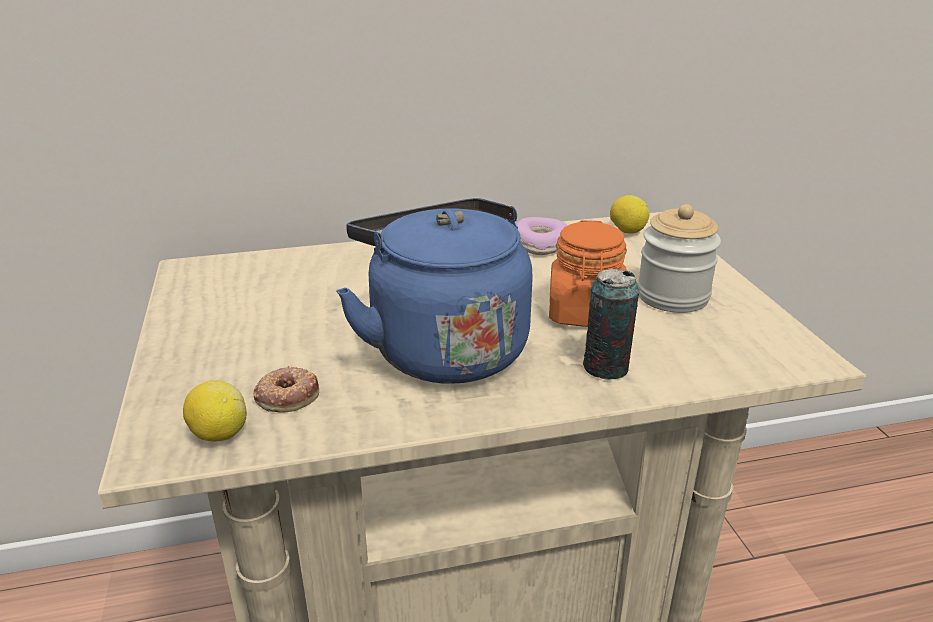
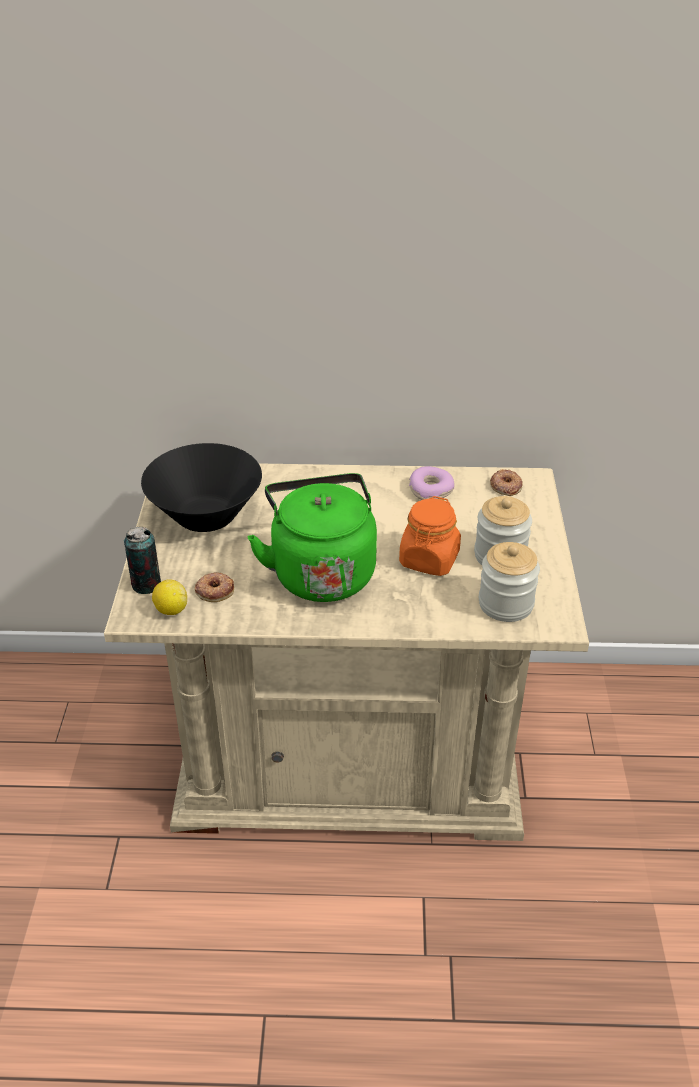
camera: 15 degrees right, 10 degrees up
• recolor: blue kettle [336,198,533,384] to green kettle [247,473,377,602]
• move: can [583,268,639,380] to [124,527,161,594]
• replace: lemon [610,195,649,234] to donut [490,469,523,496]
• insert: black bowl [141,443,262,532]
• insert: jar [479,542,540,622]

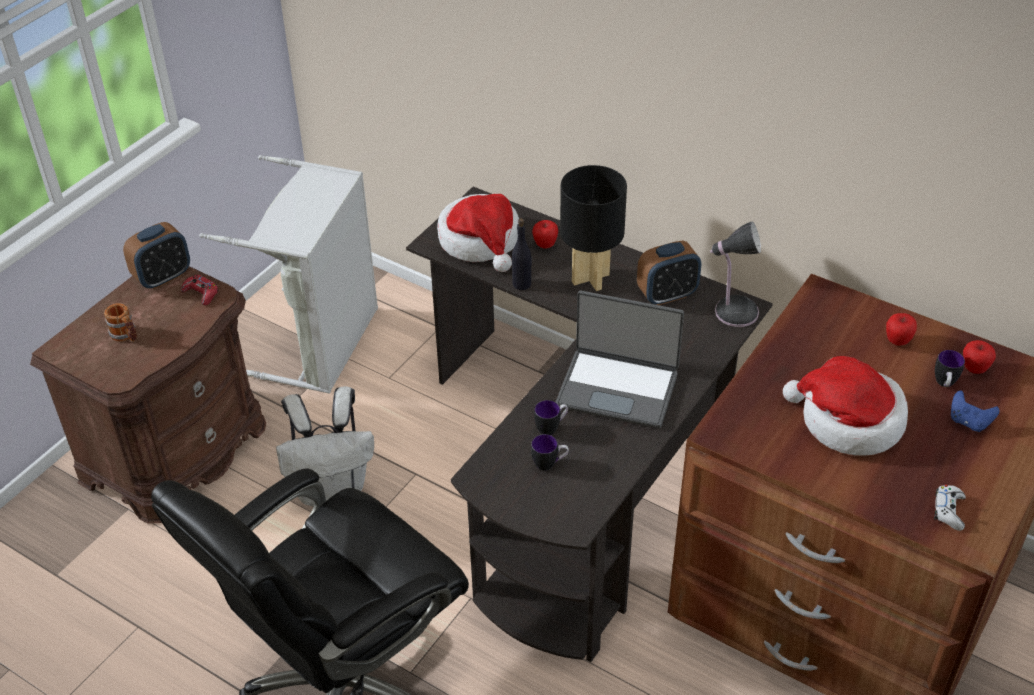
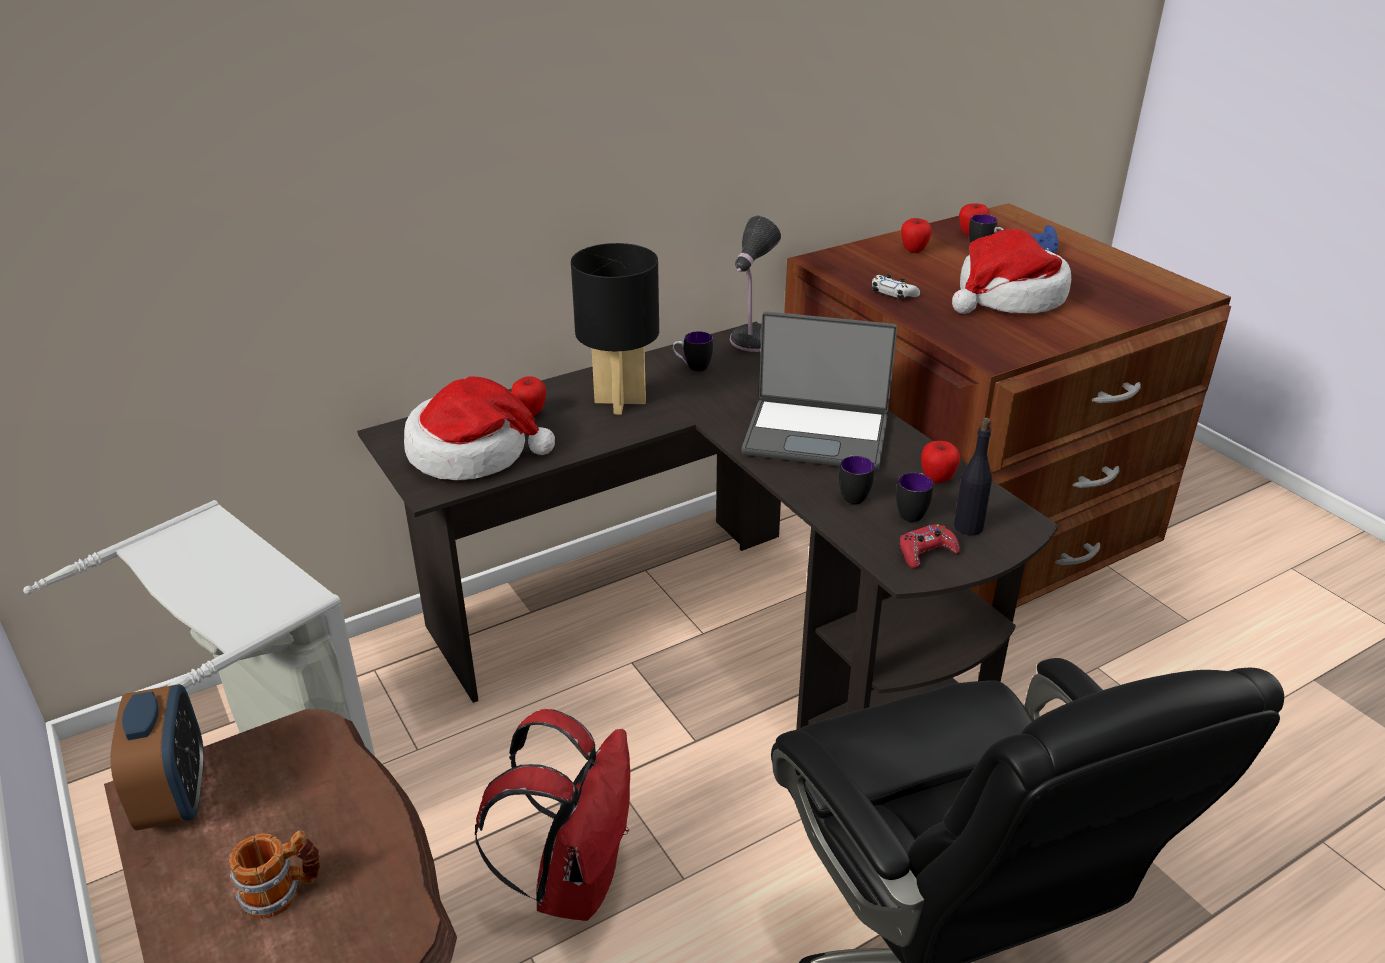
camera: 65 degrees left, 10 degrees down
• move: red game controller [181,275,218,305] to [899,524,960,569]
• recolor: white backpack [276,386,374,506] to red backpack [475,709,630,921]
• move: black bottle [512,218,532,290] to [954,418,992,536]
• rotate: laptop [556,291,684,428] = [742,311,898,471] 60 degrees clockwise
• replace: alarm clock [637,241,701,305] to mug [673,331,713,372]
• move: white game controller [934,485,966,531] to [872,274,920,300]
• insert: apple [921,441,960,483]

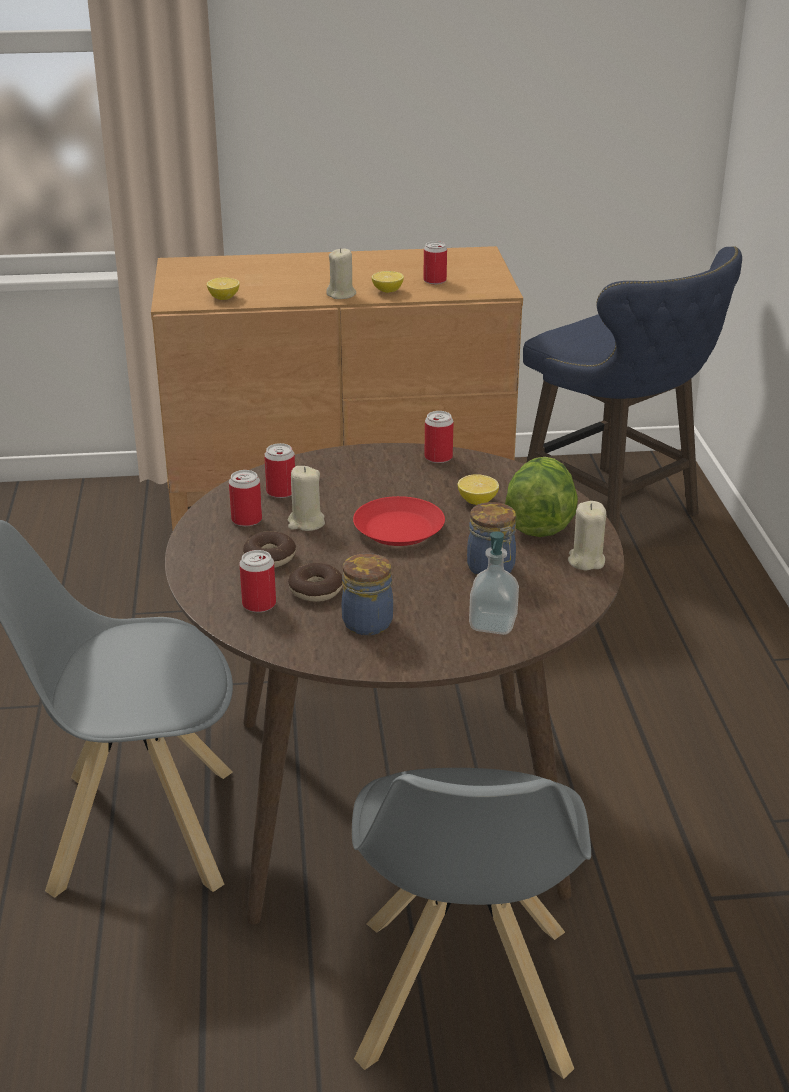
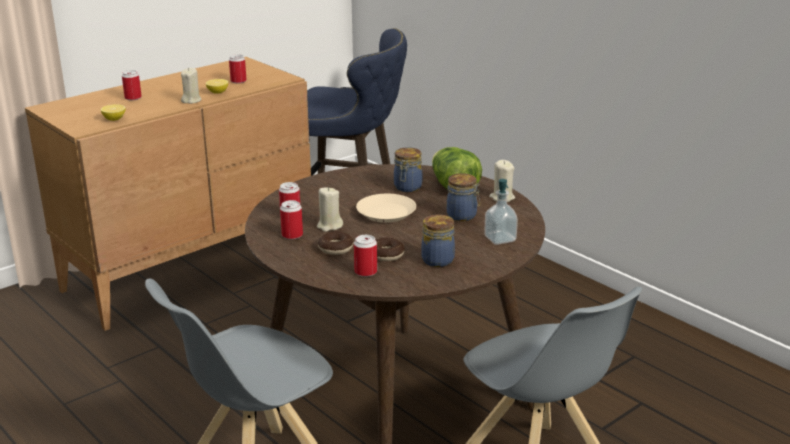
camera: 35 degrees left, 5 degrees down
• recolor: red plate [353,496,445,546] to beige plate [356,194,416,223]
• move: can [424,411,454,463] to [122,70,142,100]
• replace: lemon [458,474,499,505] to jar [394,147,422,192]

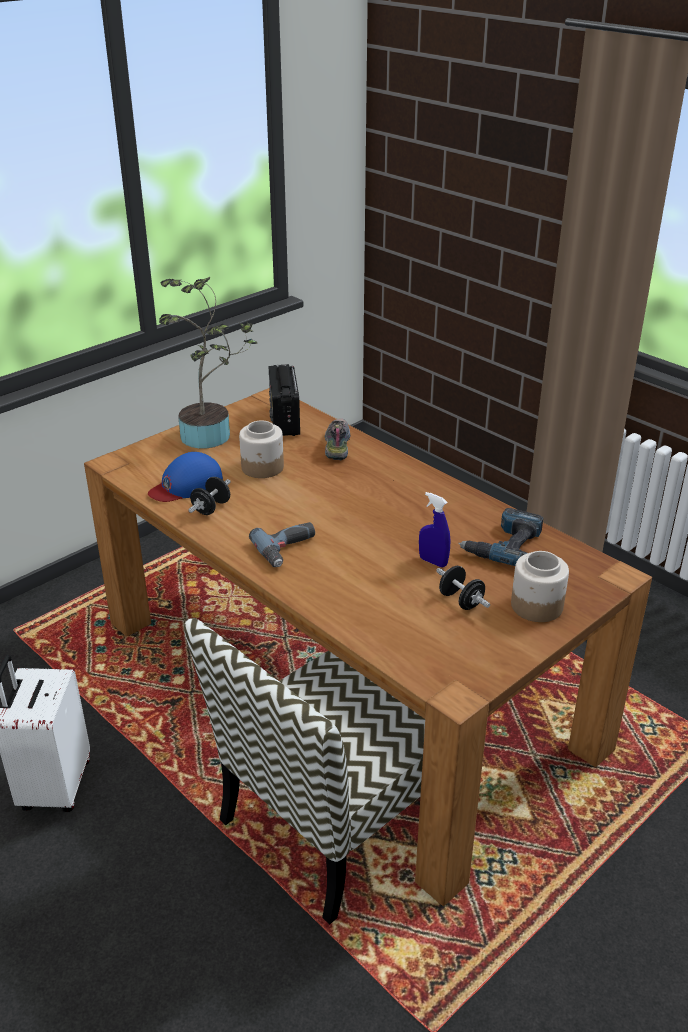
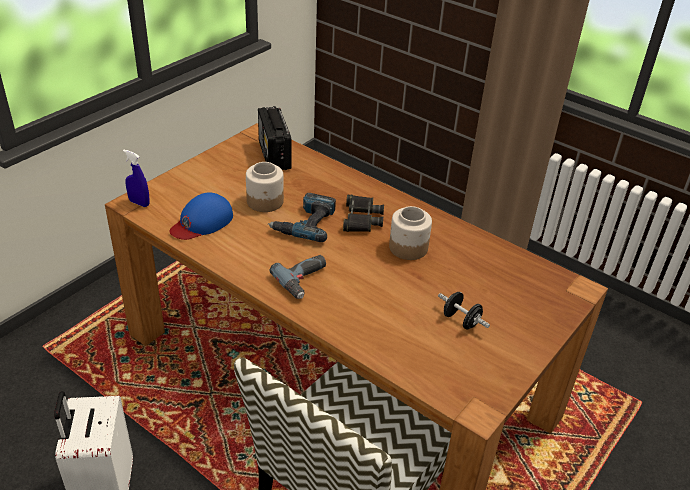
camera: 10 degrees left, 5 degrees up
• delete: potted plant [159,277,257,448]
• delete: black dumbbell [188,477,230,515]
• delete: shoe [325,419,351,460]
• move: blue spray bottle [419,492,450,567] to [123,150,150,207]
• move: power drill [458,508,543,566] to [268,193,336,242]
• move: jar [511,551,569,622] to [389,206,432,260]
• insert: black binoculars [343,195,384,232]

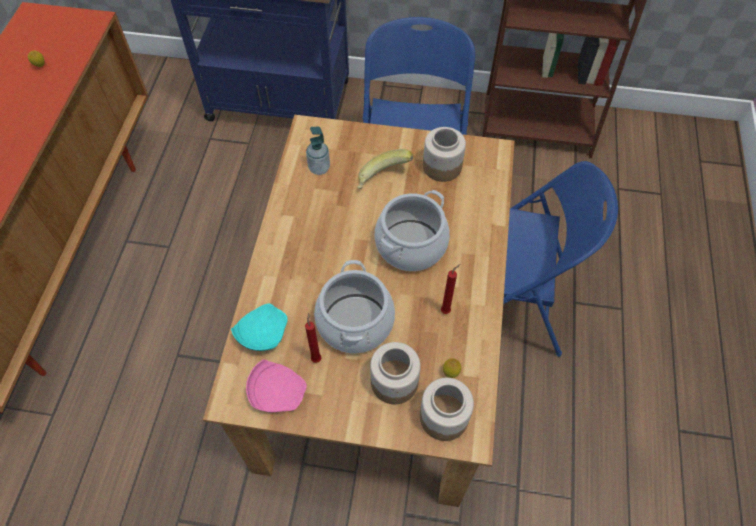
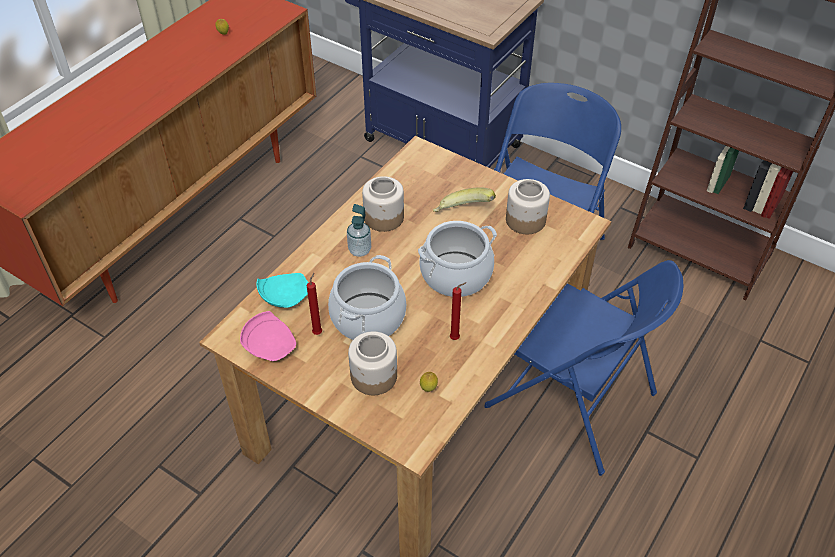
camera: 25 degrees right, 10 degrees down
• move: soap dispenser [306,127,330,175] to [347,204,371,257]
• move: jar [420,378,474,441] to [362,176,404,232]

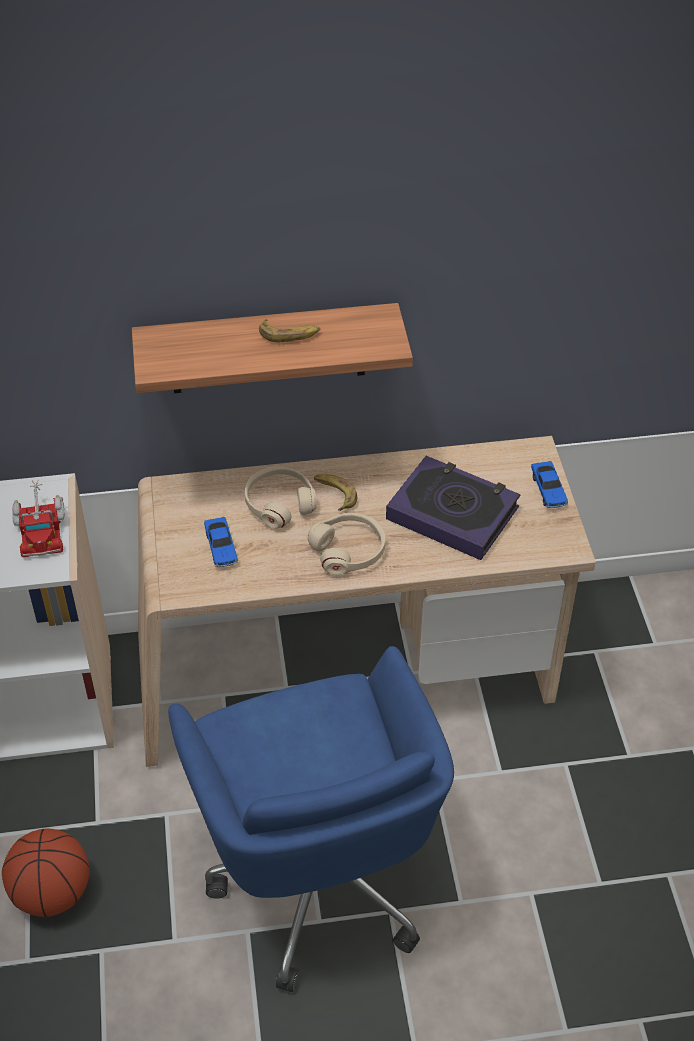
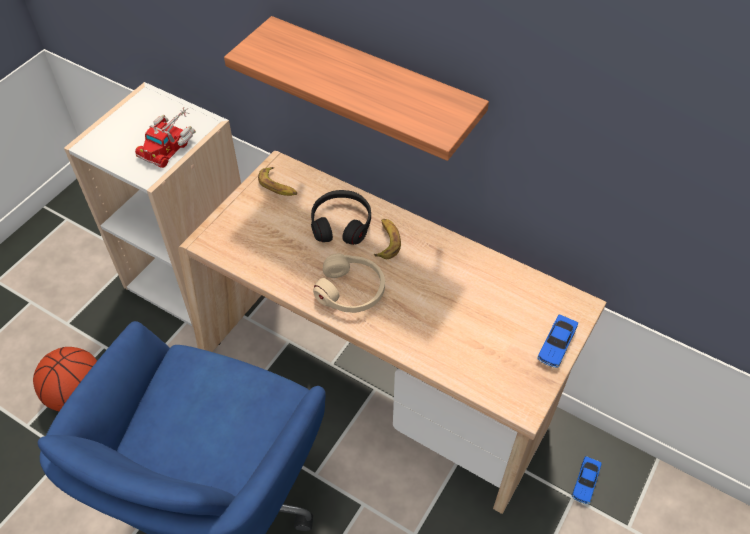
camera: 40 degrees right, 5 degrees up
• move: toy car [204,517,238,567] to [572,456,602,504]
• recolor: beige headphones [245,466,317,528] to black headphones [311,190,371,245]
• move: banana [259,319,320,342] to [258,167,297,196]
• delete: book [386,456,521,560]

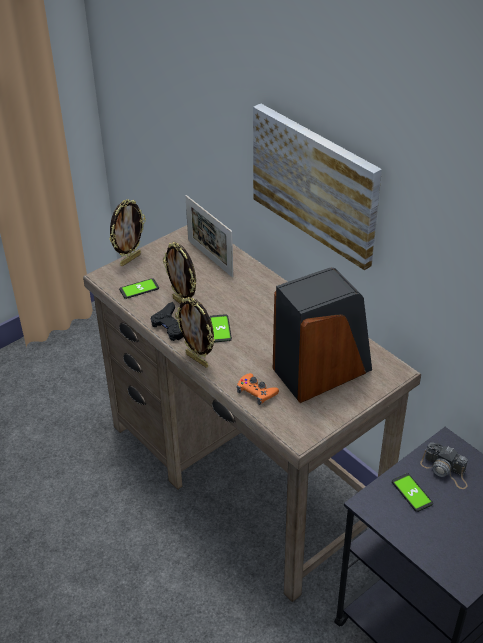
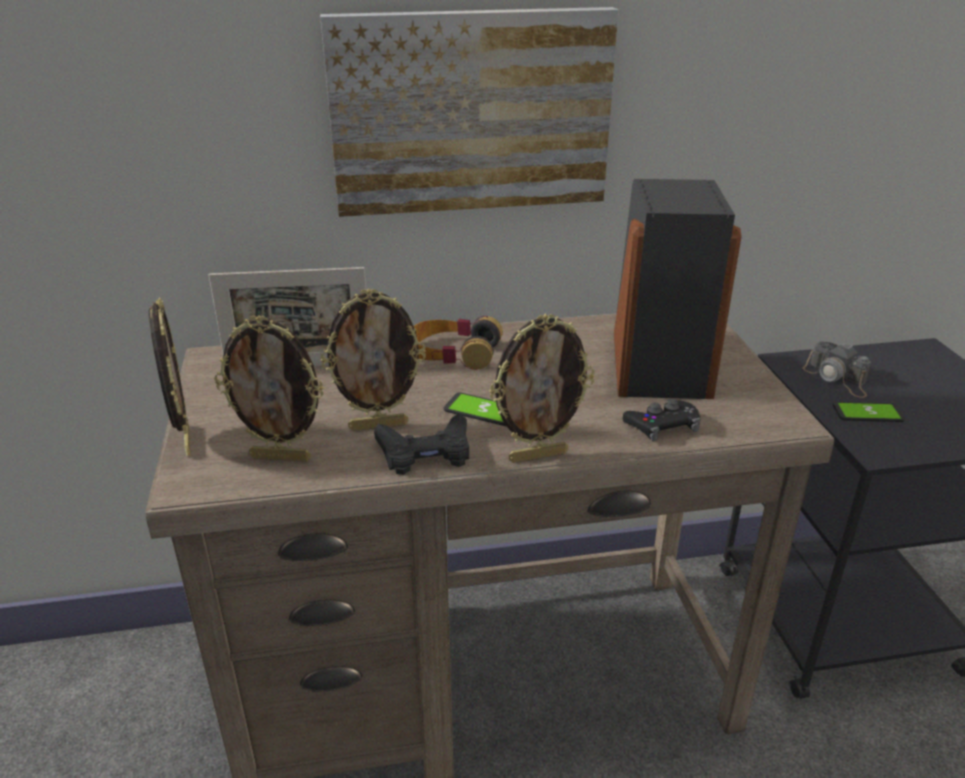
camera: 60 degrees left, 10 degrees down
• replace: phone [119,278,159,299] to picture frame [214,315,324,462]
• recolor: orange game controller [237,373,279,405] to black game controller [623,399,701,442]
• rotate: photo camera [420,443,468,489] = [802,341,871,398] 75 degrees clockwise
• insert: headphones [414,316,503,370]

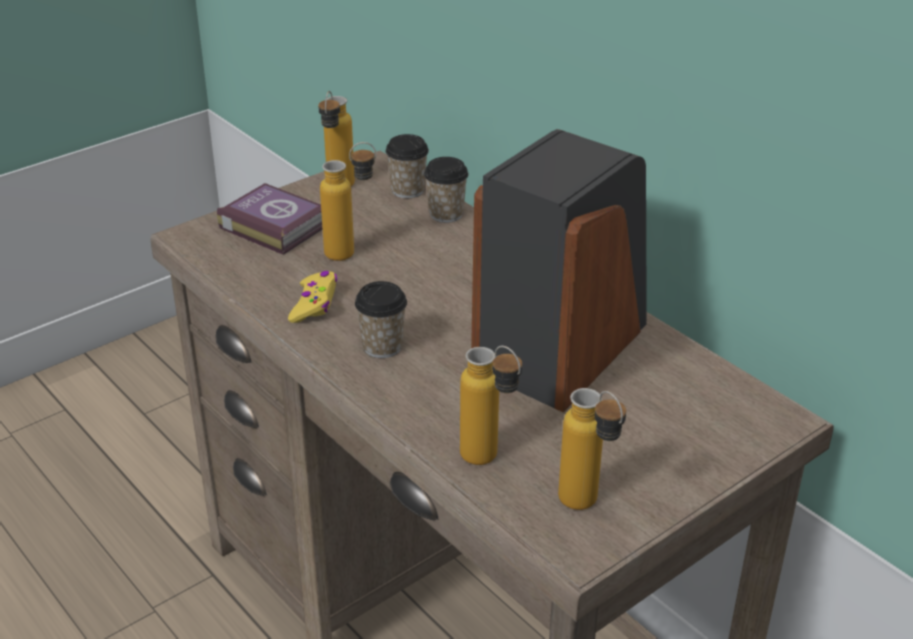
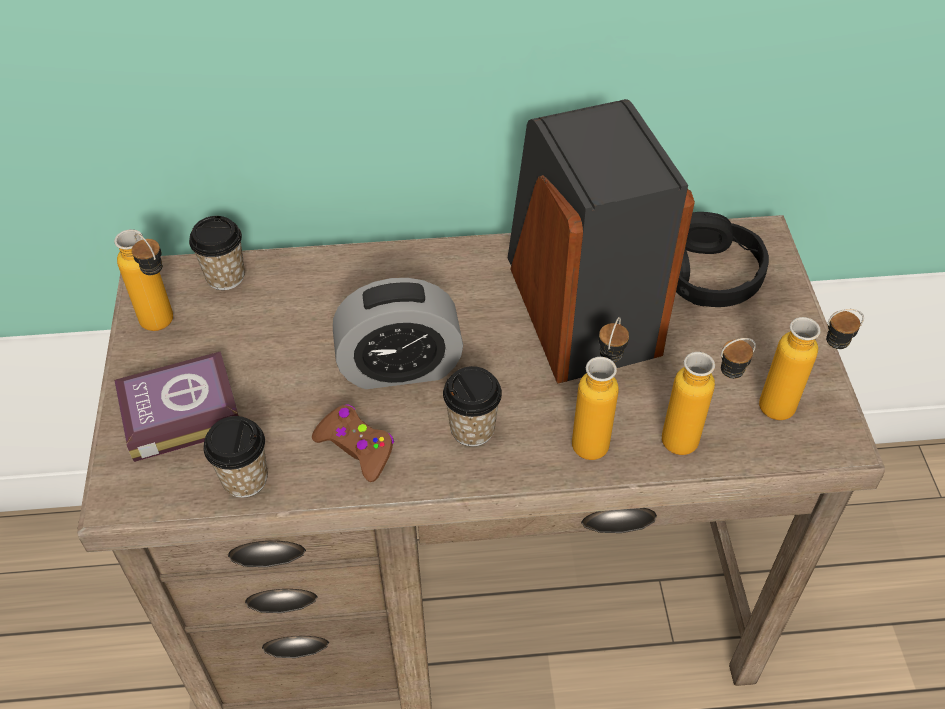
camera: 55 degrees left, 15 degrees up
• recolor: yellow game controller [288,271,337,323] to brown game controller [312,405,394,482]
• move: bottle [320,142,376,261] to [572,317,629,460]
• move: cup [424,157,468,223] to [203,416,268,498]
• insert: alarm clock [333,278,463,389]
• insert: black headphones [676,212,769,307]

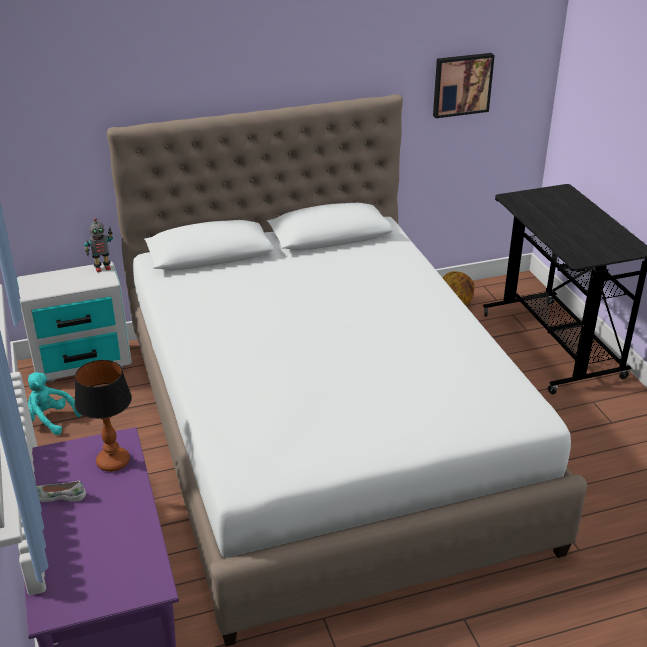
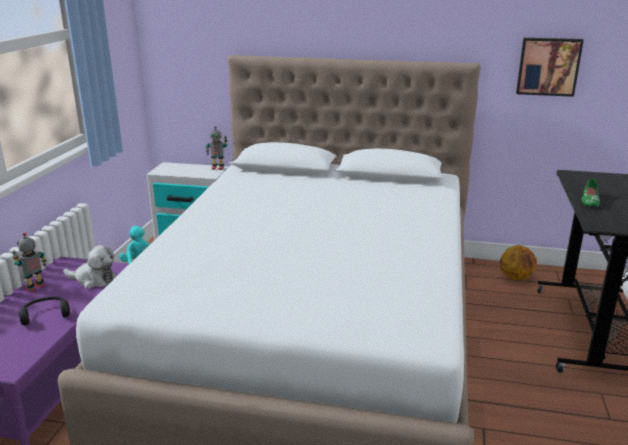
camera: 30 degrees right, 10 degrees down
• replace: white shoe [37,481,86,502] to toy robot [13,233,46,292]
• replace: table lamp [74,360,132,472] to plush toy [63,245,116,289]
• insert: black headphones [19,297,70,325]
• insert: green shoe [582,178,600,207]

